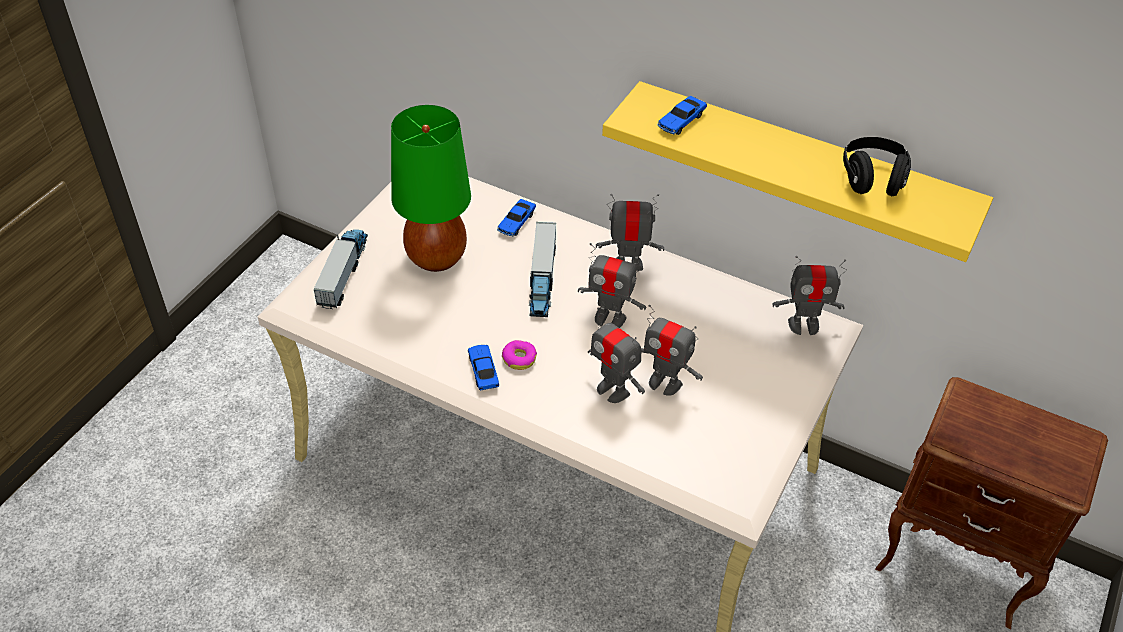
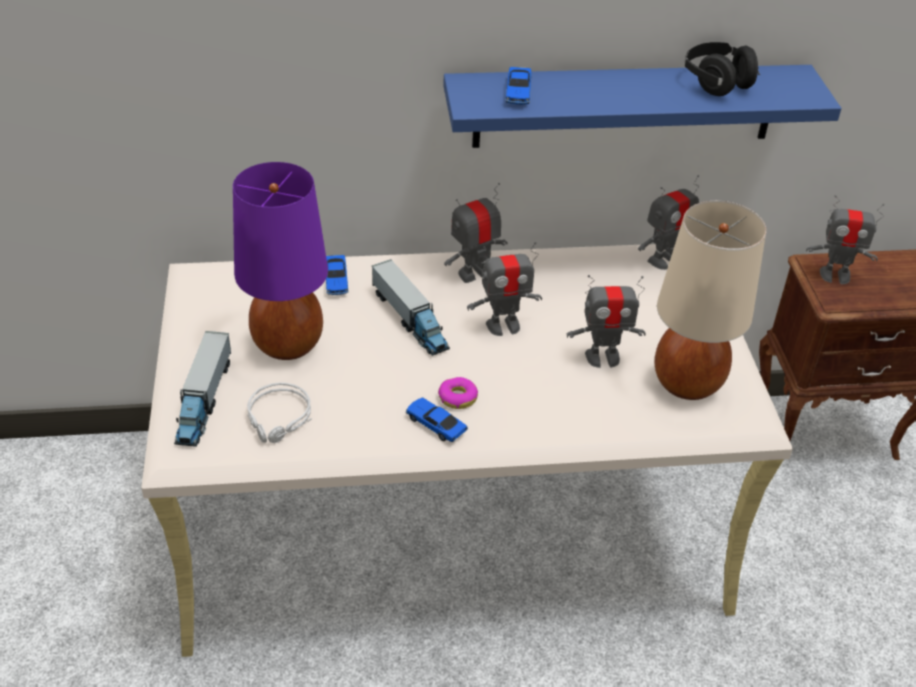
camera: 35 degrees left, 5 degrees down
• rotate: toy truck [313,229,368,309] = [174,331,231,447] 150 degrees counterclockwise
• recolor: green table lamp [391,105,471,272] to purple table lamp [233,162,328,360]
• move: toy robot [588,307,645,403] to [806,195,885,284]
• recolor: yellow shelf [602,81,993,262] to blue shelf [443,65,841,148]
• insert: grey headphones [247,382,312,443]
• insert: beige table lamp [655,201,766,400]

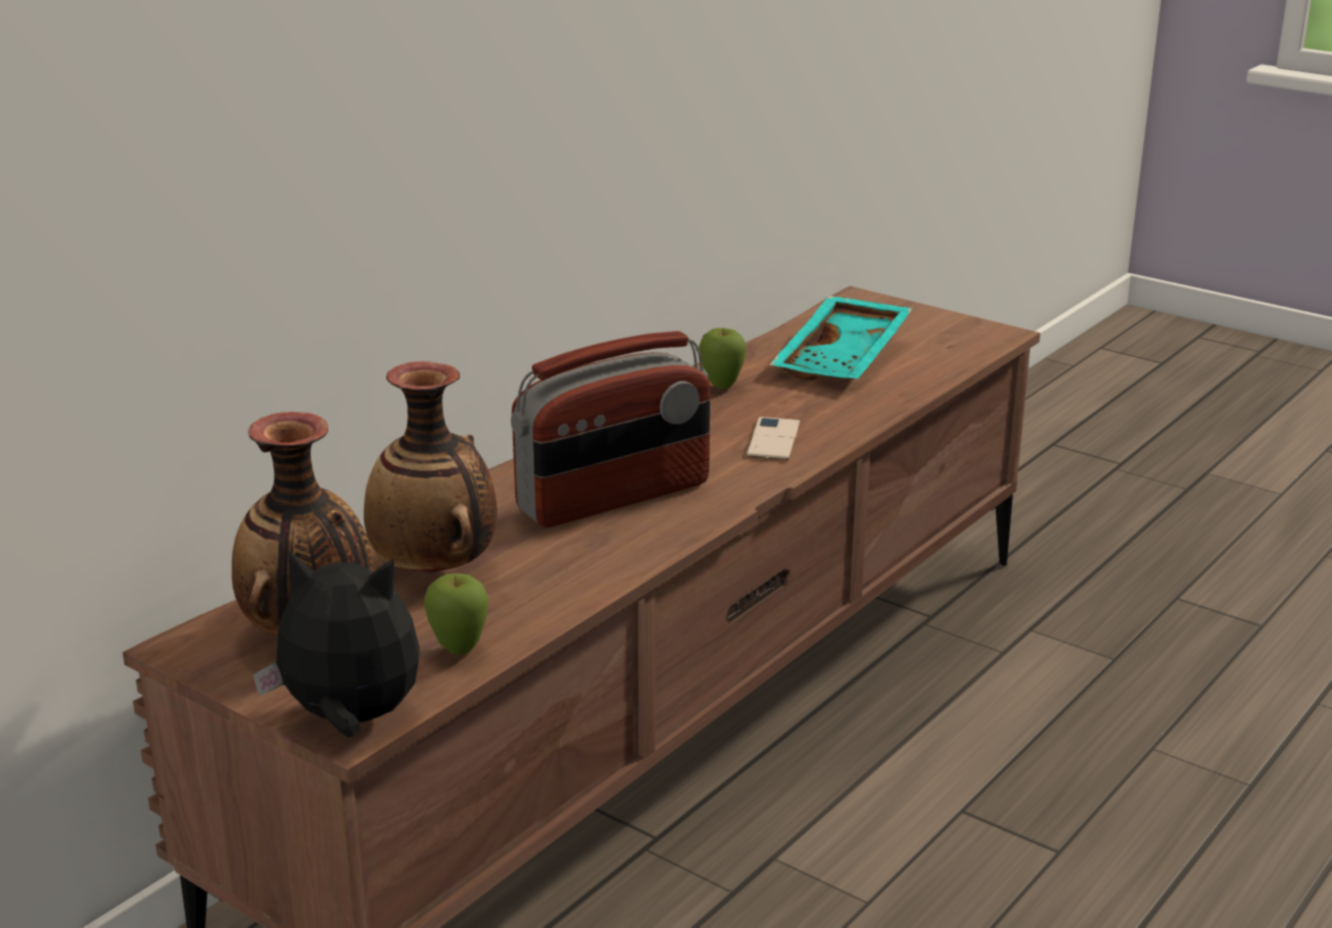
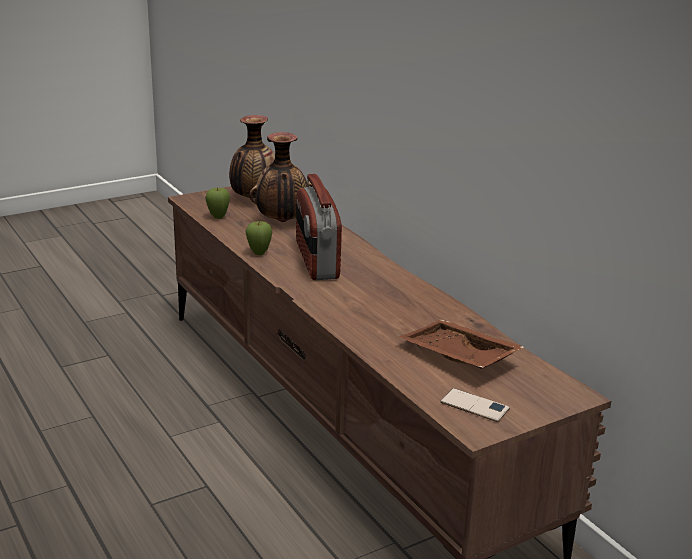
camera: 110 degrees right, 0 degrees up
• delete: plush toy [253,550,420,738]
• move: apple [699,328,747,389] to [245,221,272,255]
• move: phone [746,417,800,460] to [440,388,510,422]
• recolor: turquoise tray [770,296,913,380] to brown tray [399,320,524,369]

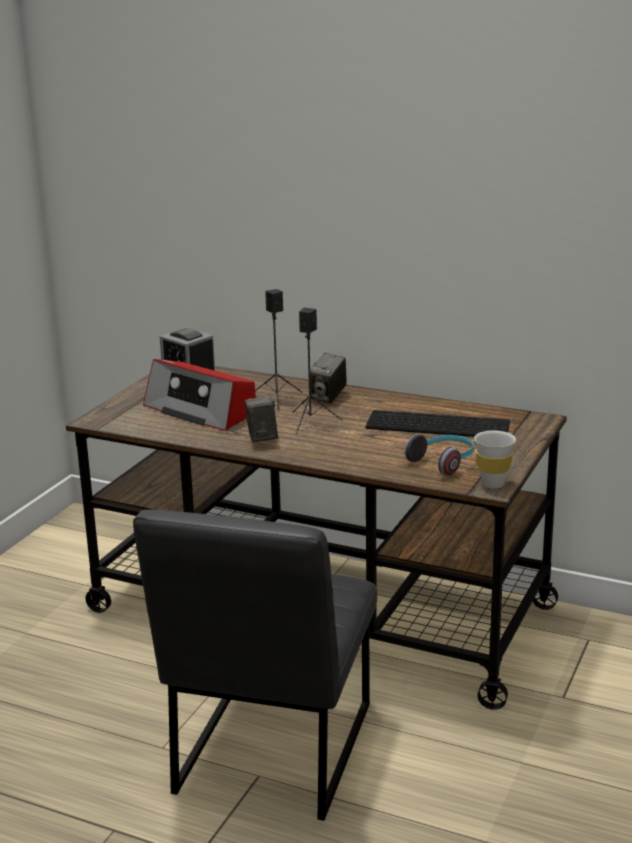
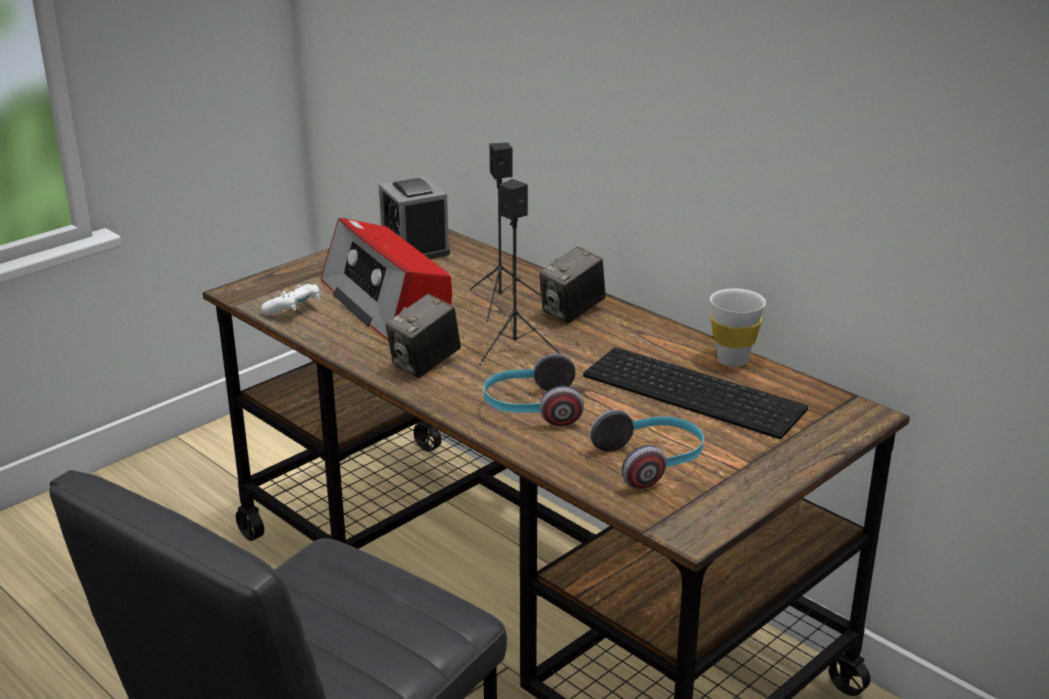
camera: 20 degrees right, 5 degrees up
• rotate: photo camera [245,396,278,442] = [386,294,461,378] 150 degrees counterclockwise
• move: white cup [474,431,516,489] to [710,289,766,367]
• insert: white game controller [261,284,320,316]
• insert: headphones [484,354,584,427]

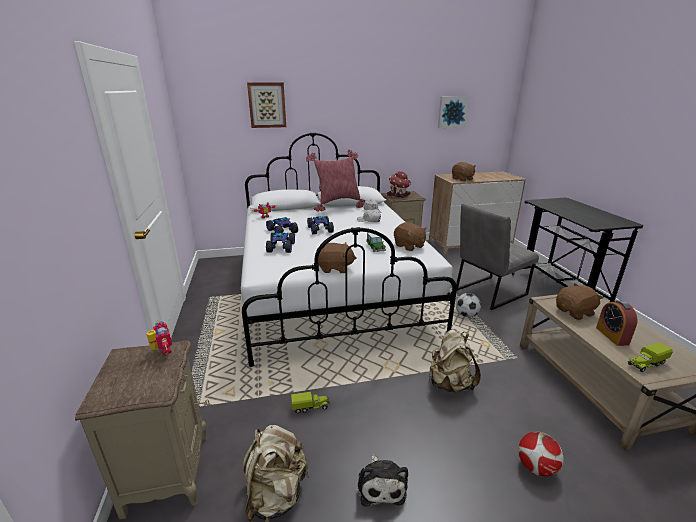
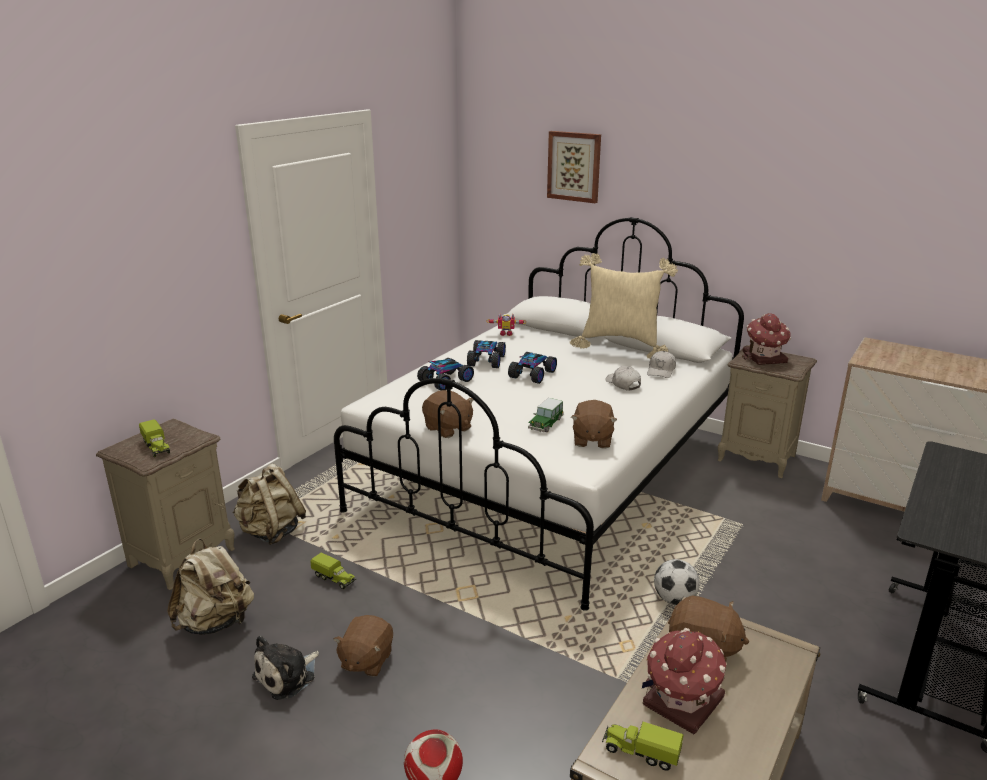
camera: 45 degrees right, 0 degrees up
• delete: toy robot [146,320,172,355]
• recolor: red pillow [306,149,366,212] to beige pillow [570,253,678,359]
• move: beige backpack [429,330,481,392] to [233,463,306,545]
• delete: picture [438,96,470,128]
• move: brown plush toy [452,162,476,181] to [333,615,393,677]
• delete: grey chair [456,203,539,310]
• replace: alarm clock [596,300,637,346] to toy house [642,628,726,734]
• insert: toy truck [139,419,170,457]

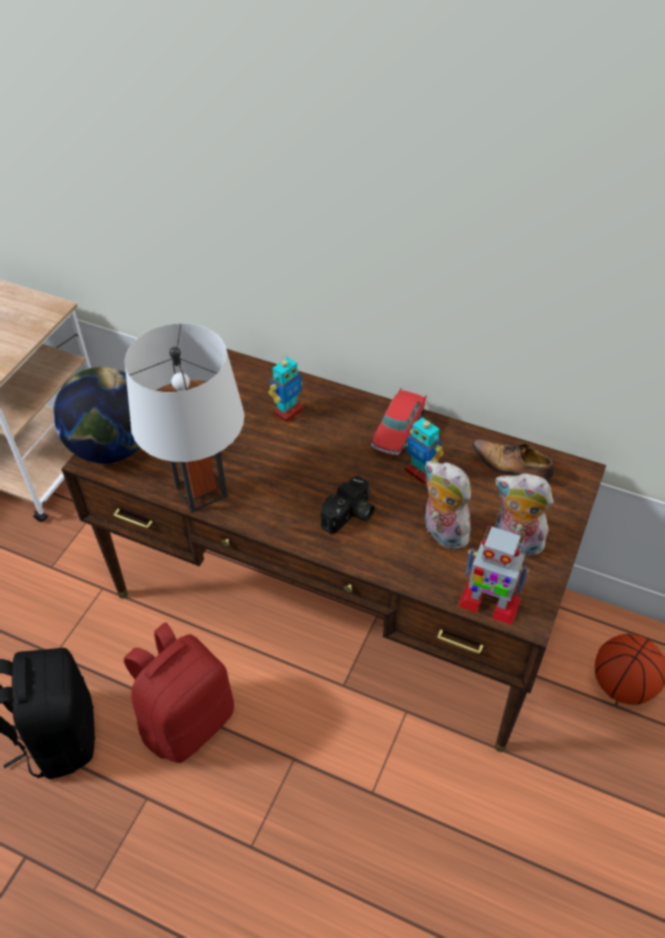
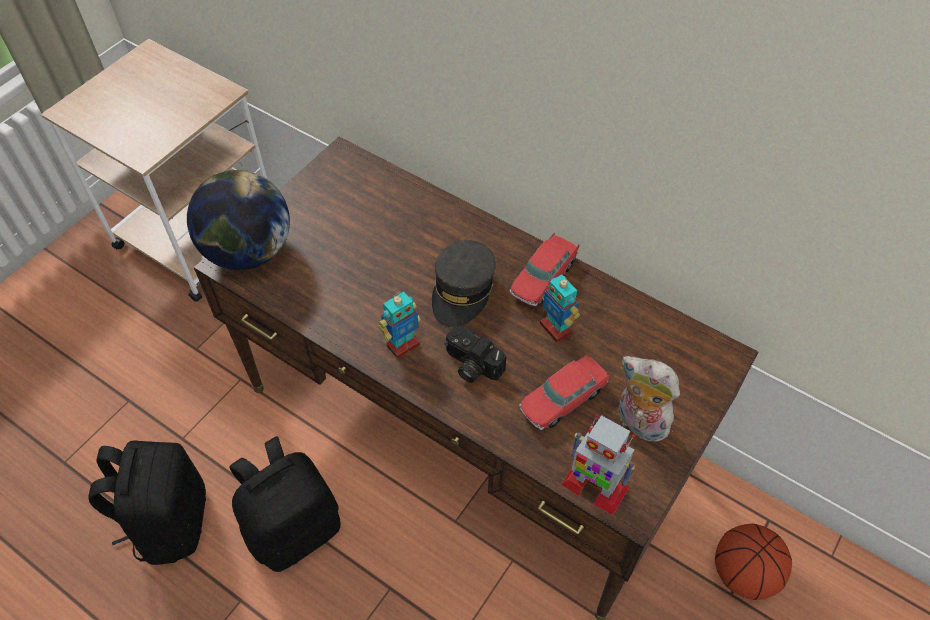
camera: 10 degrees right, 5 degrees up
• delete: white table lamp [124,323,244,512]
• recolor: red backpack [124,622,234,763] to black backpack [229,436,341,572]
• move: toy robot [268,355,303,422] to [378,292,421,359]
• rotate: photo camera [321,476,375,534] = [445,326,506,383] 75 degrees clockwise
• replace: plush toy [424,461,471,550] to toy car [519,353,611,430]
• delete: shoe [471,439,554,483]
• insert: grey cap [432,240,495,327]

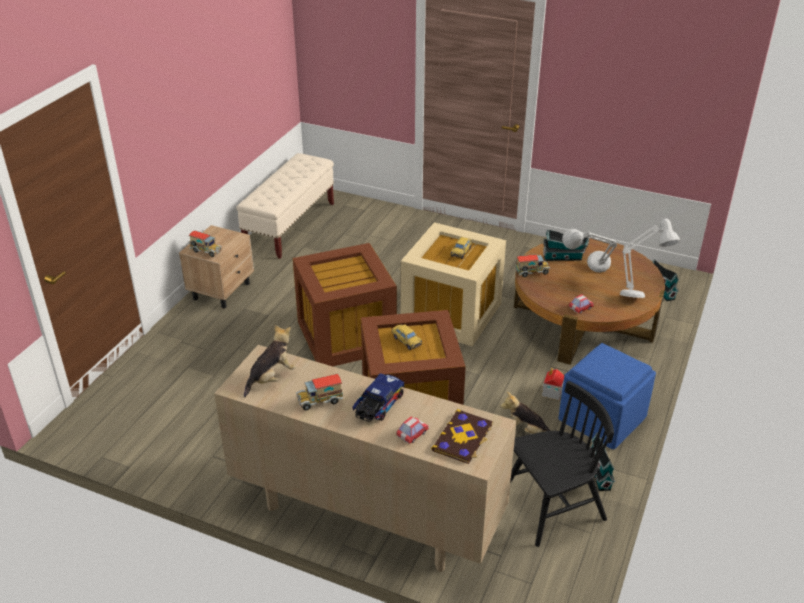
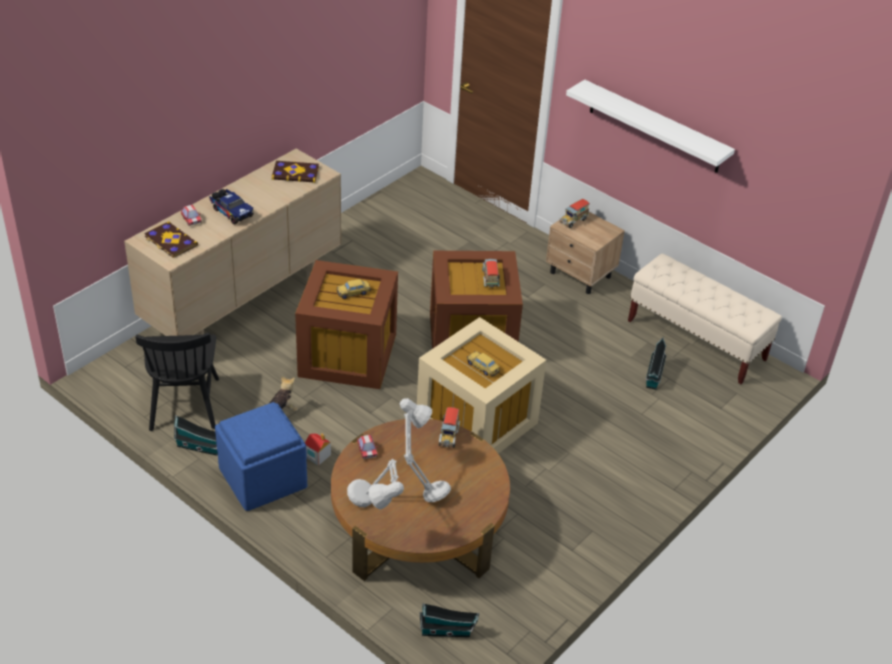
camera: 105 degrees right, 5 degrees up
• replace: plush toy [244,325,296,397] to book [272,161,319,183]
• move: toy truck [296,374,343,410] to [482,259,500,287]
• move: toy house [543,229,590,261] to [646,337,667,390]
• insert: white shelf [566,80,735,173]

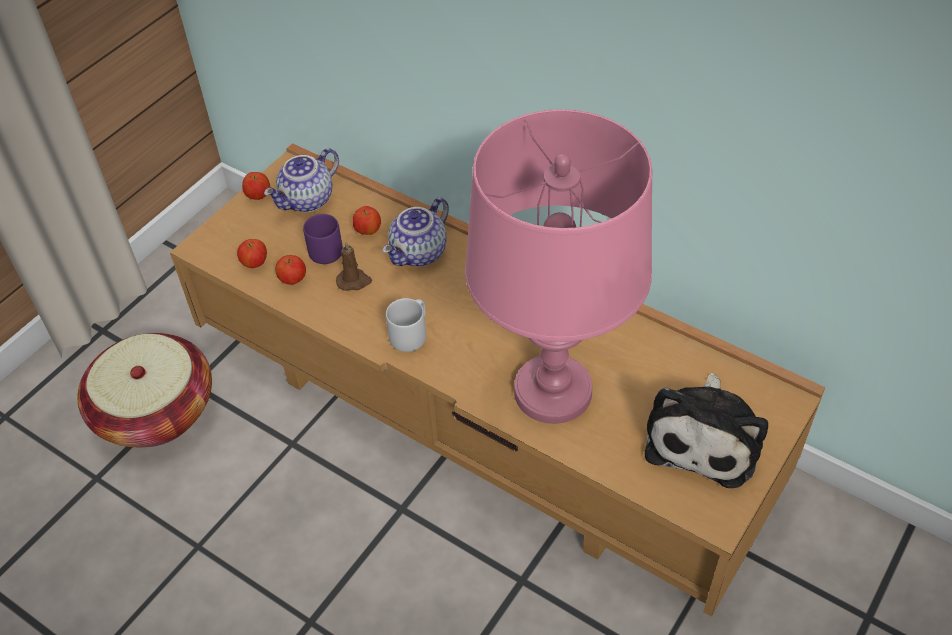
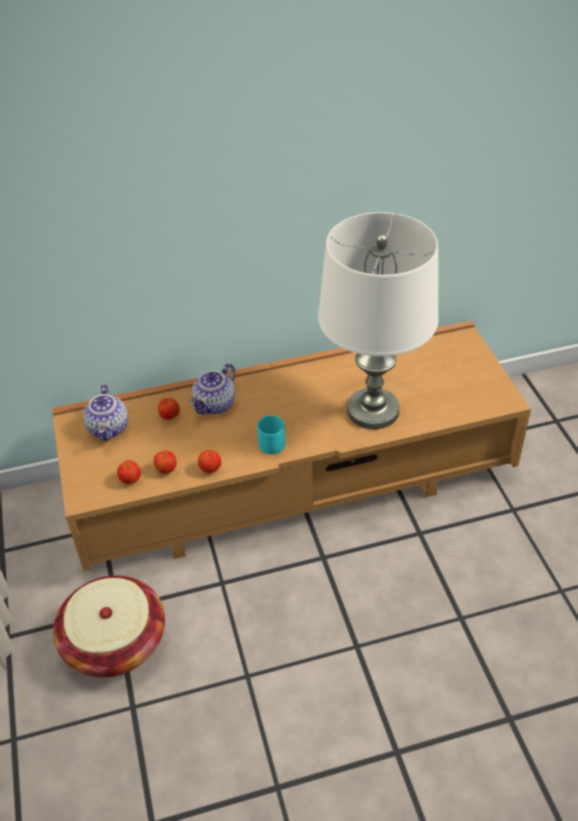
camera: 50 degrees left, 5 degrees down
• move: apple [242,172,270,200] to [198,450,221,473]
• delete: purple mug [303,214,343,264]
• delete: brown candle [336,242,372,291]
• rotate: teapot [382,197,449,266] = [189,363,235,414] 45 degrees clockwise
• recolor: grey mug [386,298,426,352] to turquoise mug [257,416,285,454]
• recolor: pink table lamp [465,109,652,424] to white table lamp [318,212,439,429]
• delete: plush toy [645,373,768,488]

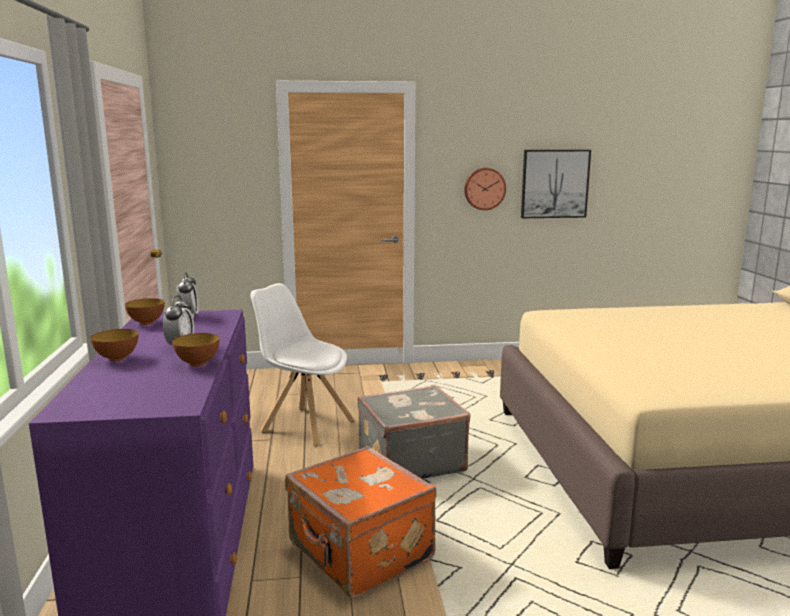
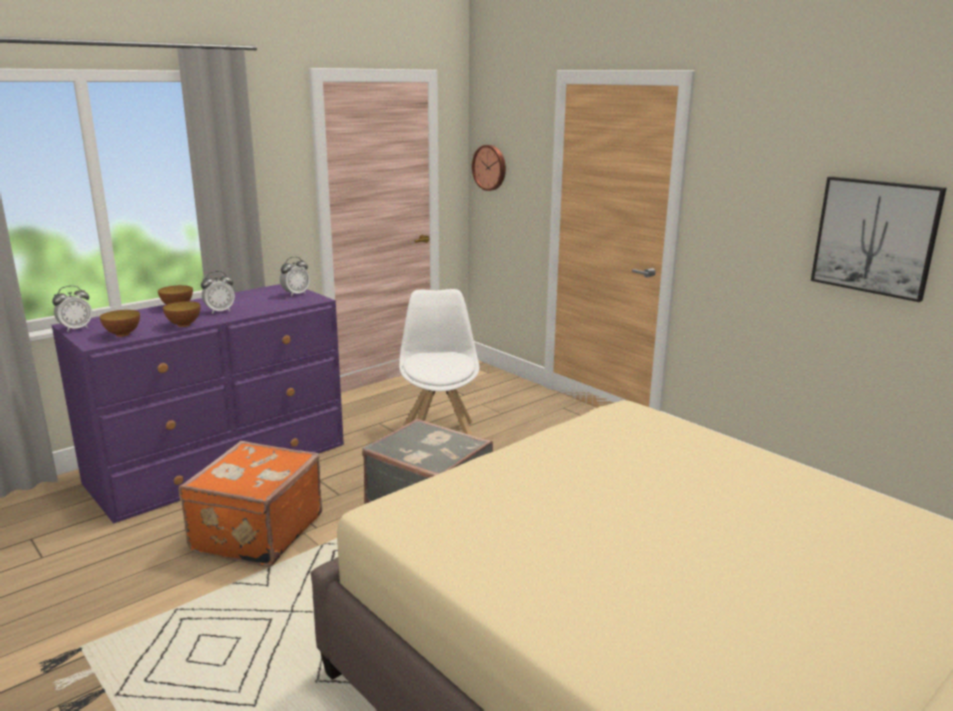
camera: 55 degrees right, 5 degrees up
• move: bowl [125,298,165,325] to [100,310,140,337]
• move: wall clock [464,168,506,210] to [472,145,506,191]
• insert: alarm clock [52,286,92,332]

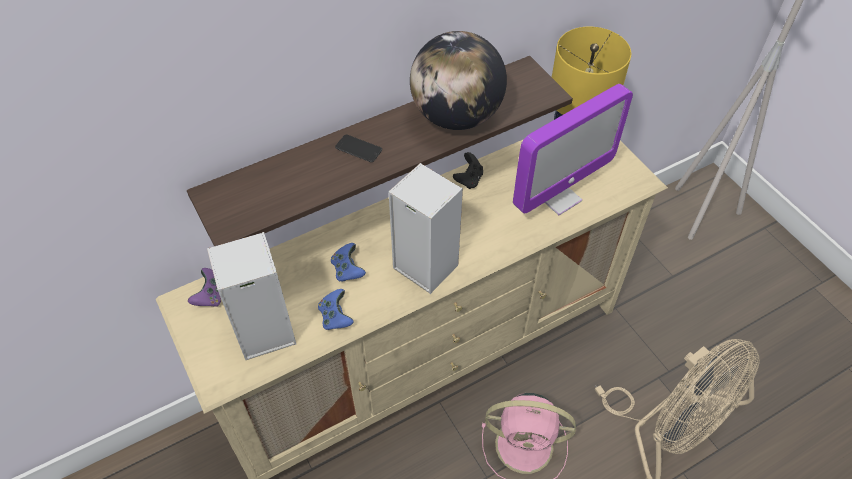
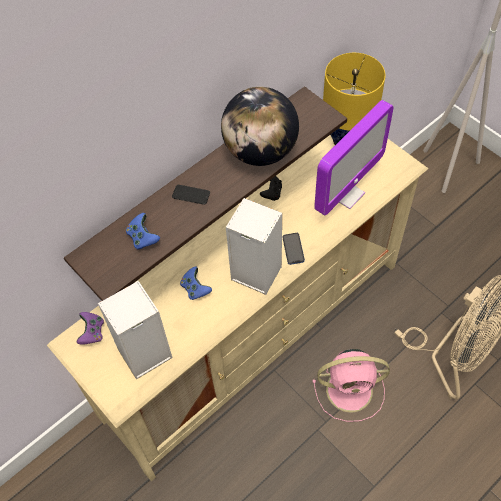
camera: 10 degrees left, 5 degrees up
• move: blue game controller [318,289,354,330] to [126,213,160,249]
• insert: phone [282,233,305,265]

